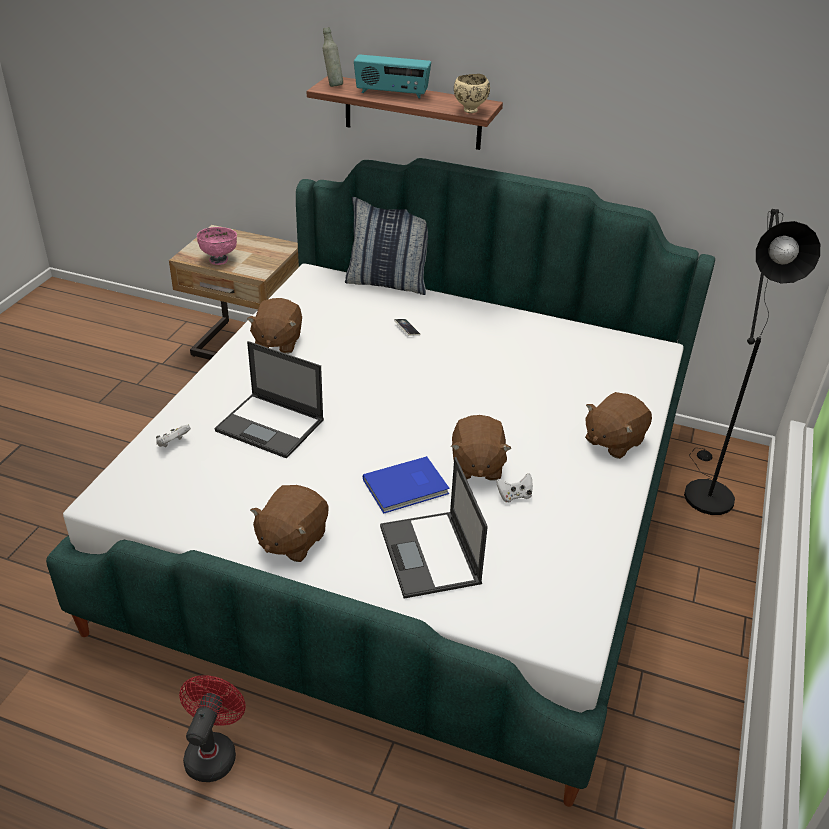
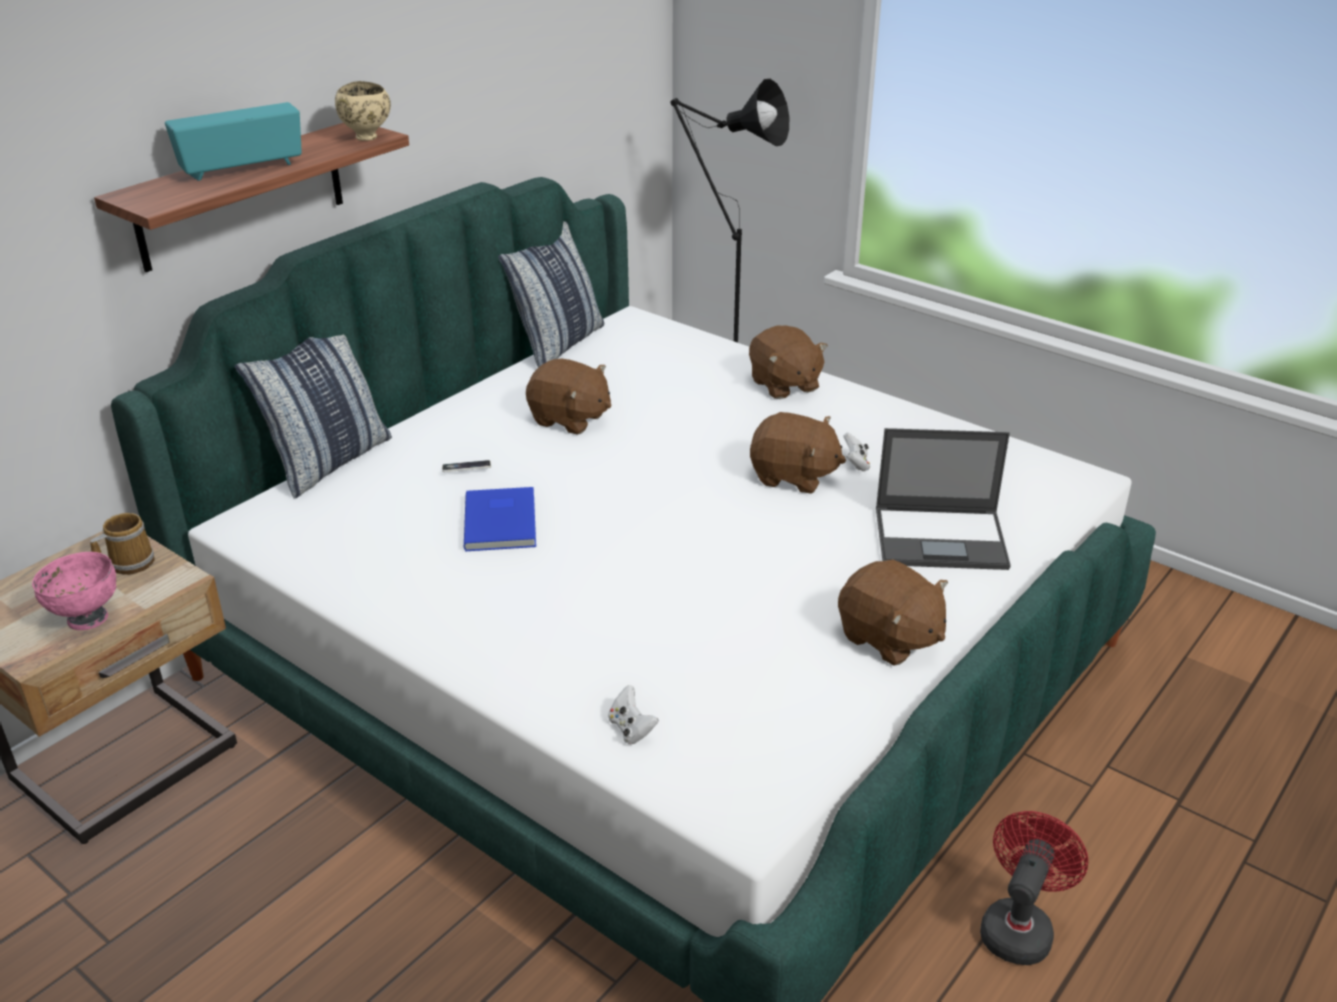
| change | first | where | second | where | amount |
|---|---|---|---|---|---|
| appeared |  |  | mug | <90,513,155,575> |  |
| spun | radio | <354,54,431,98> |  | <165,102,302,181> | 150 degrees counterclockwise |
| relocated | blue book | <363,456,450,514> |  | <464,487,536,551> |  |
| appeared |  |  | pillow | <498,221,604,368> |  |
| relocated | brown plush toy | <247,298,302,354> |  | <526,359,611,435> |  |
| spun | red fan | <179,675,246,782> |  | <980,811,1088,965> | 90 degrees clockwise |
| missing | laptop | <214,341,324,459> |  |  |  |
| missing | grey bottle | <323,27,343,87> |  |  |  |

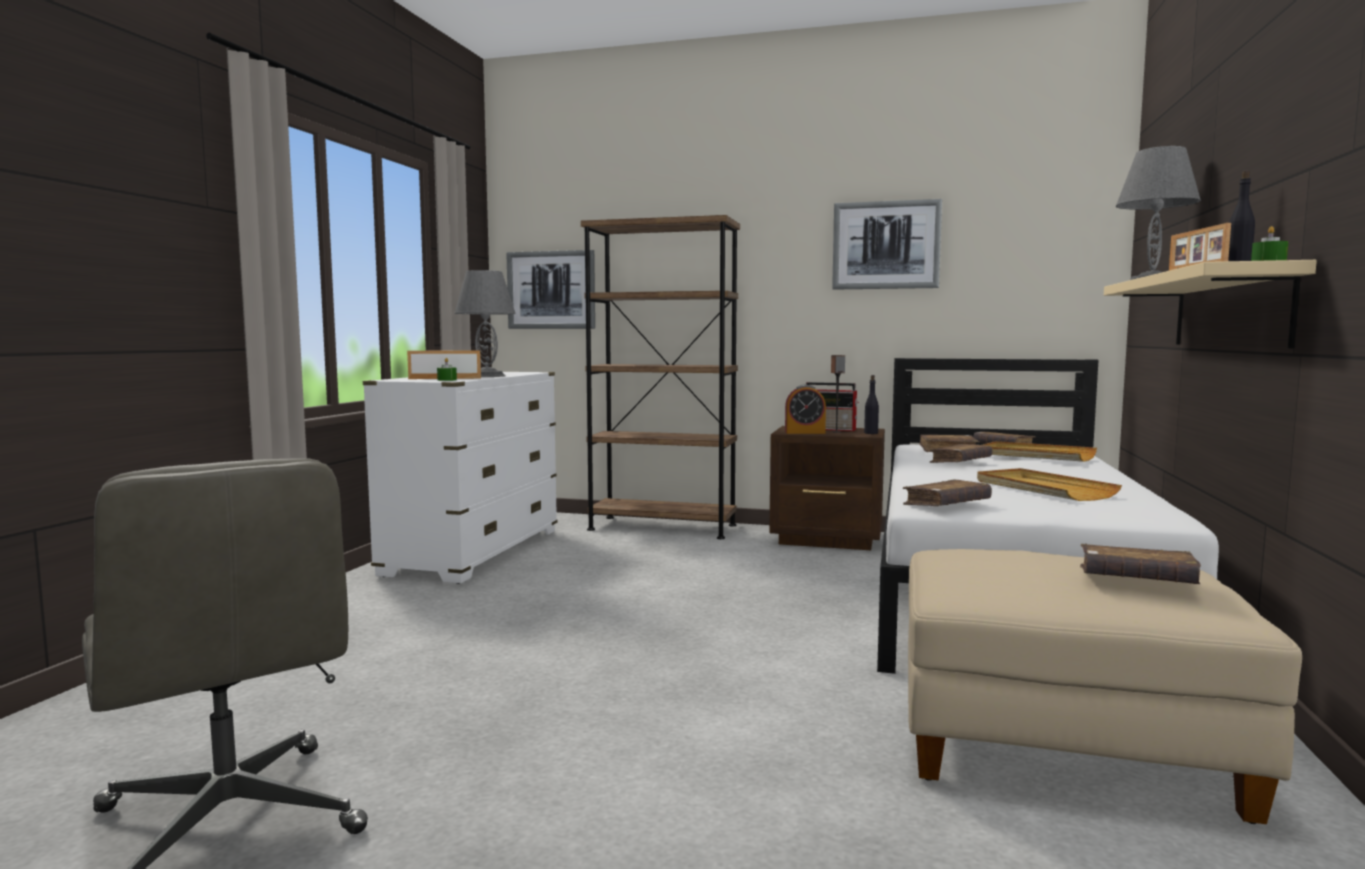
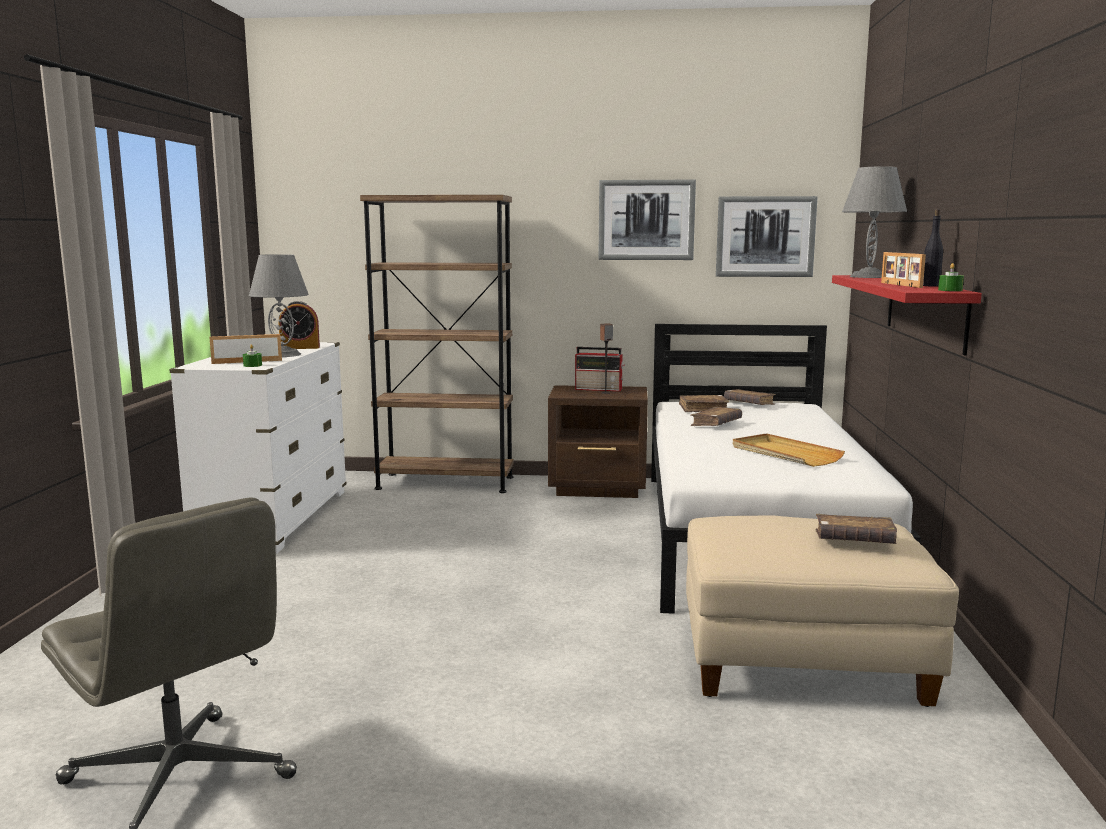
| change | first | where | second | where | amount |
|---|---|---|---|---|---|
| relocated | alarm clock | <785,384,826,434> |  | <278,301,320,349> |  |
| relocated | picture | <506,250,595,329> |  | <716,196,818,277> |  |
| colour | beige shelf | <1104,260,1317,348> | red shelf | <832,275,982,355> |  |
| missing | black bottle | <864,375,879,434> |  |  |  |
| missing | brown book | <903,479,992,506> |  |  |  |
| missing | beige tray | <983,441,1097,462> |  |  |  |

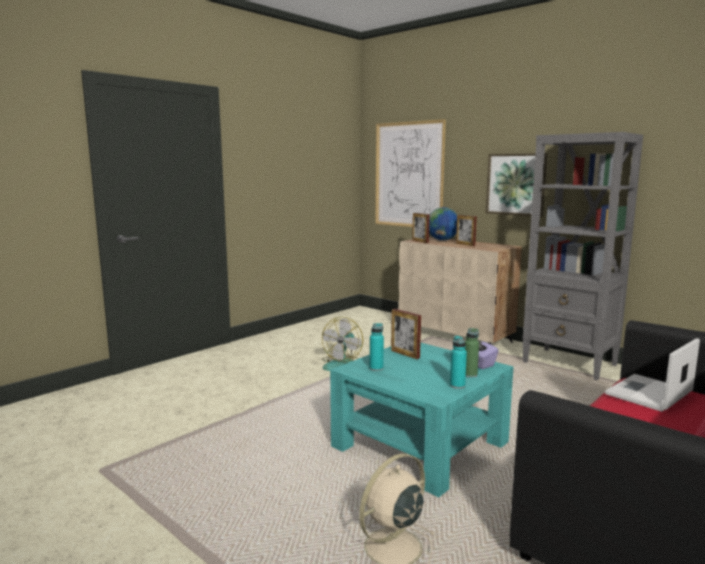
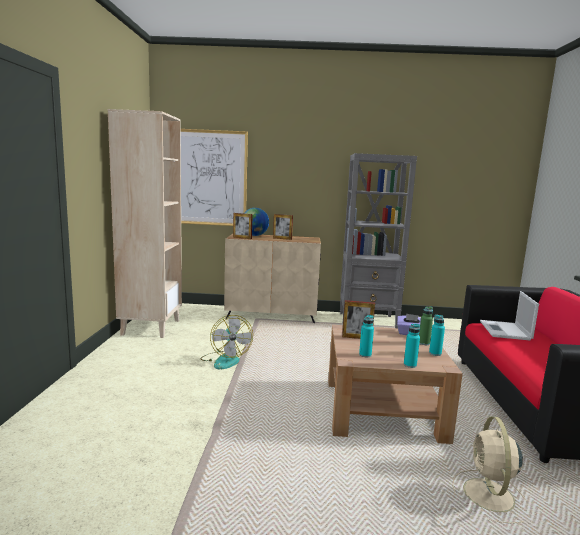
| change | first | where | second | where | amount |
|---|---|---|---|---|---|
| appeared |  |  | beige bookcase | <108,109,182,338> |  |
| colour | turquoise coffee table | <330,342,514,497> | brown coffee table | <328,325,463,444> |  |
| appeared |  |  | turquoise bottle | <404,324,420,368> |  |
| missing | picture | <486,153,547,217> |  |  |  |

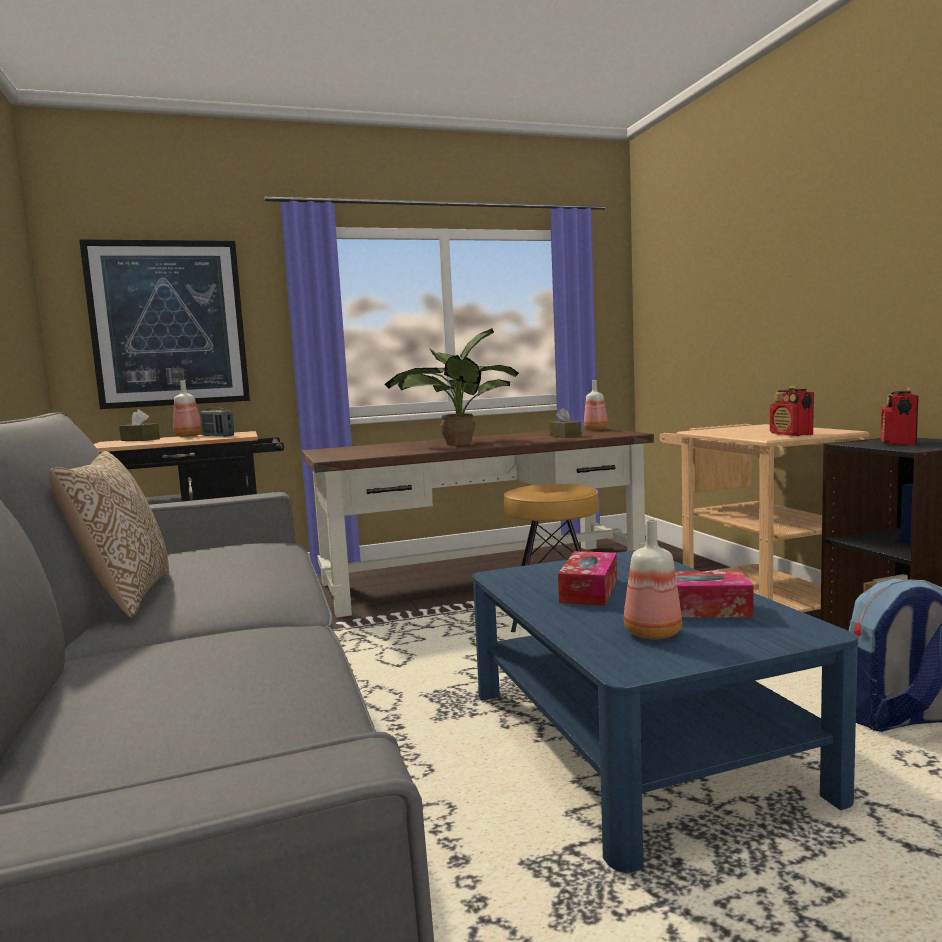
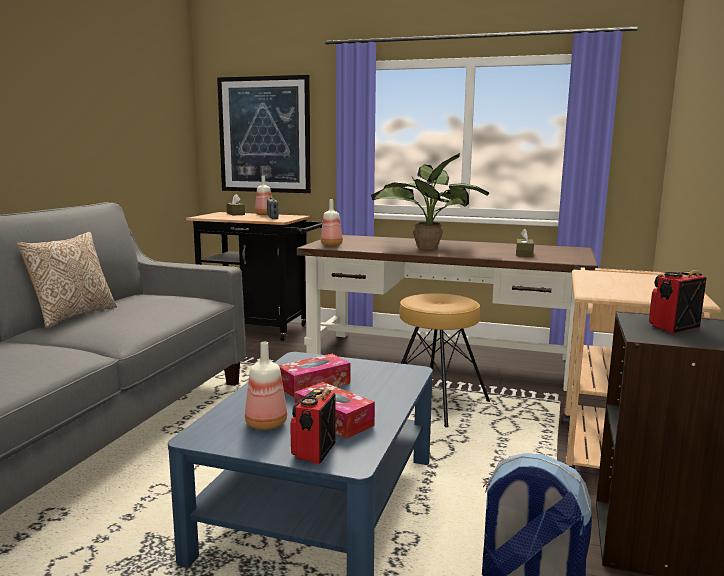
| change | first | where | second | where | amount |
|---|---|---|---|---|---|
| relocated | radio | <770,386,814,436> |  | <290,389,335,464> |  |
| relocated | bottle | <584,380,608,430> |  | <321,200,343,246> |  |

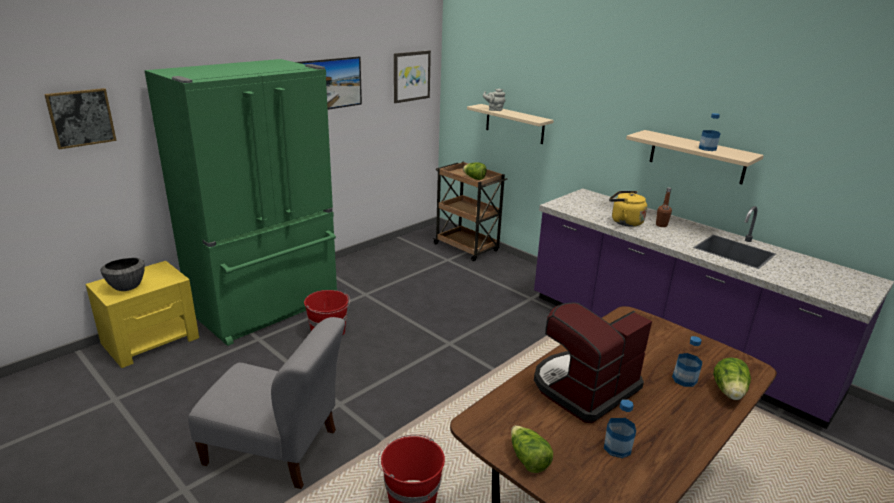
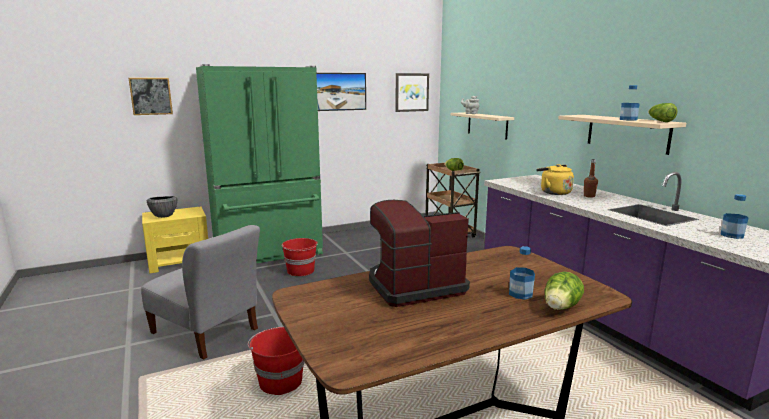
| change | first | where | second | where | amount |
|---|---|---|---|---|---|
| relocated | lettuce | <511,425,553,473> |  | <648,103,678,122> |  |
| relocated | bottle | <604,400,636,458> |  | <720,194,749,239> |  |

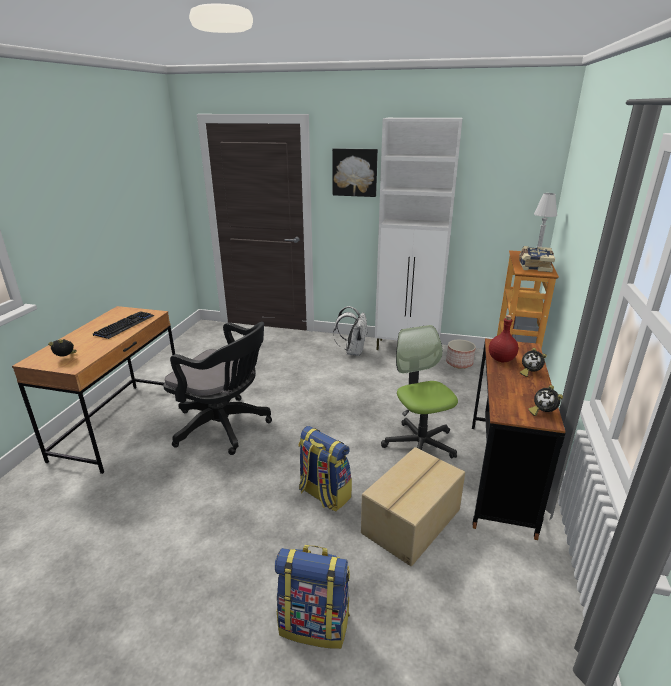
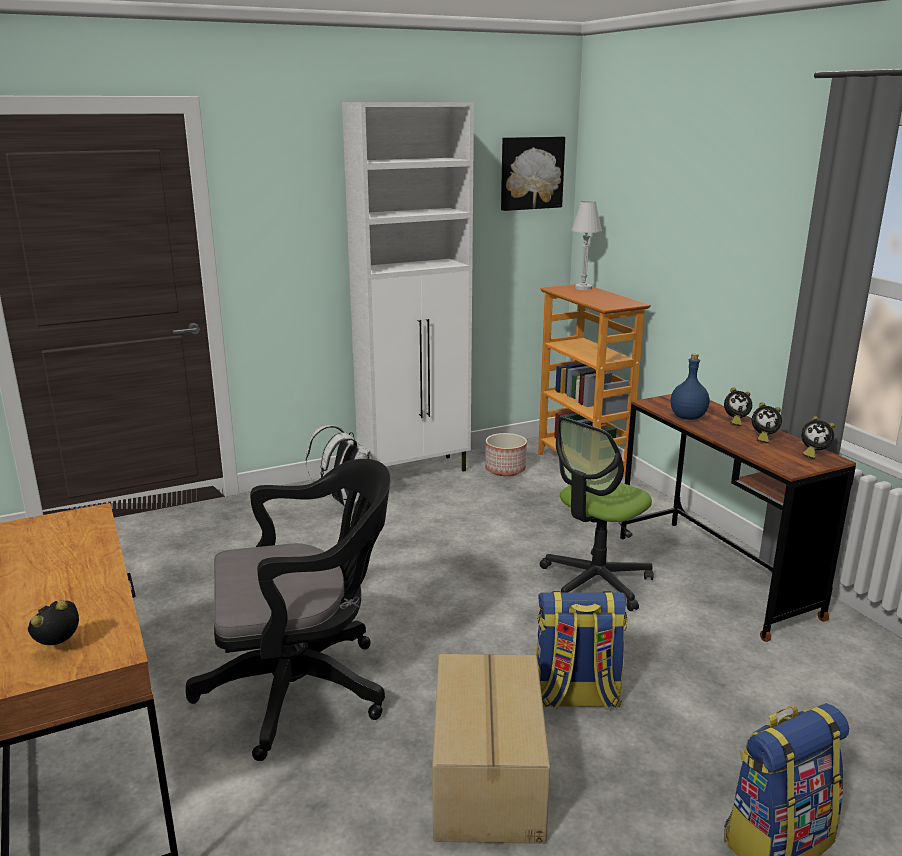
| change | first | where | second | where | amount |
|---|---|---|---|---|---|
| relocated | cardboard box | <361,447,465,566> |  | <432,654,550,844> |  |
| relocated | picture | <332,148,378,197> |  | <501,136,565,211> |  |
| spun | office chair | <381,325,458,459> |  | <540,416,654,611> | 75 degrees counterclockwise |
| colour | red bottle | <489,315,518,363> | blue bottle | <671,354,709,420> |  |
| appeared |  |  | alarm clock | <752,402,782,443> |  |
| missing | keyboard | <93,311,154,339> |  |  |  |
| missing | book | <519,246,555,272> |  |  |  |

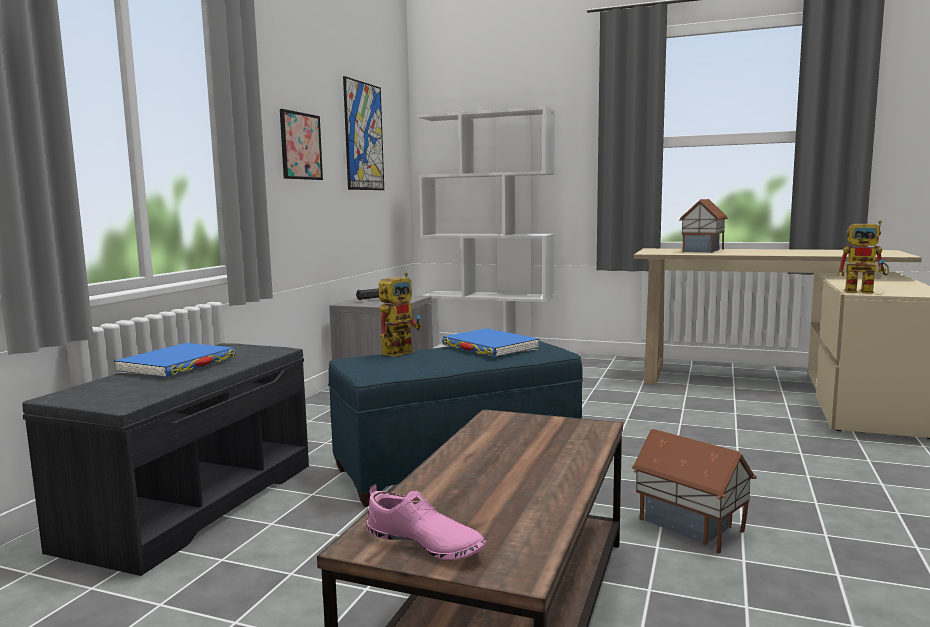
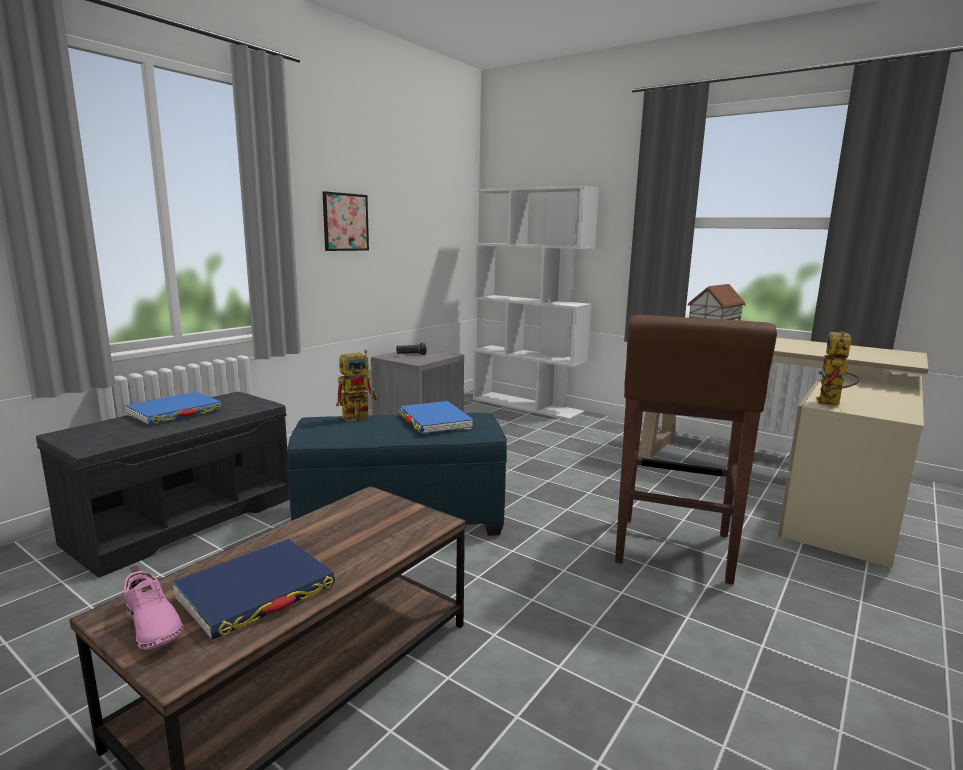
| change | first | where | second | where | amount |
|---|---|---|---|---|---|
| appeared |  |  | blue book | <172,539,335,640> |  |
| appeared |  |  | brown stool | <615,315,777,585> |  |
| spun | toy robot | <837,220,889,294> |  | <816,332,860,406> | 75 degrees clockwise |
| missing | picture | <343,76,384,190> |  |  |  |
| missing | toy house | <631,429,757,553> |  |  |  |

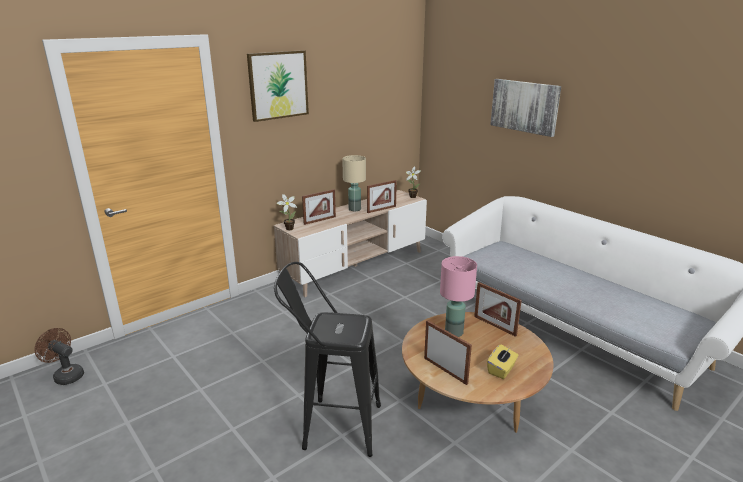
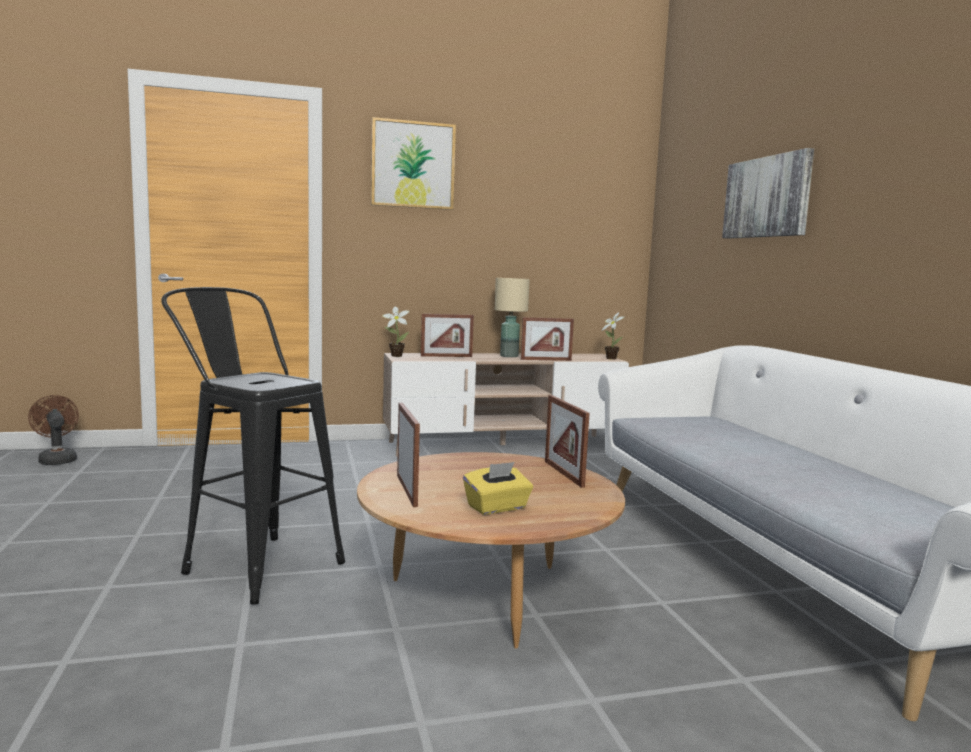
| change | first | where | second | where | amount |
|---|---|---|---|---|---|
| missing | pink table lamp | <440,256,477,337> |  |  |  |

